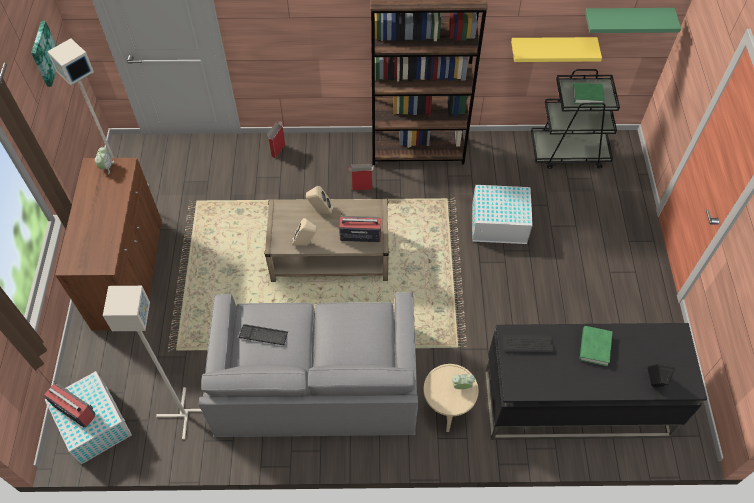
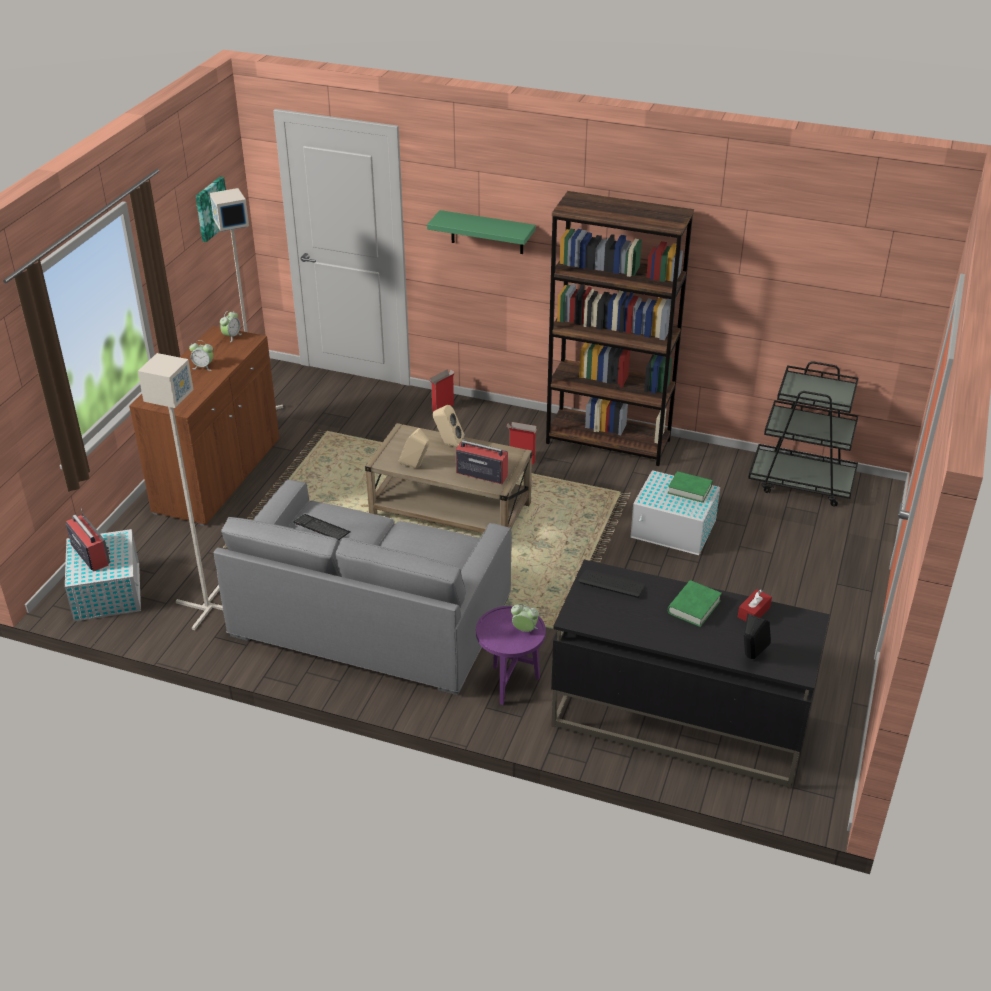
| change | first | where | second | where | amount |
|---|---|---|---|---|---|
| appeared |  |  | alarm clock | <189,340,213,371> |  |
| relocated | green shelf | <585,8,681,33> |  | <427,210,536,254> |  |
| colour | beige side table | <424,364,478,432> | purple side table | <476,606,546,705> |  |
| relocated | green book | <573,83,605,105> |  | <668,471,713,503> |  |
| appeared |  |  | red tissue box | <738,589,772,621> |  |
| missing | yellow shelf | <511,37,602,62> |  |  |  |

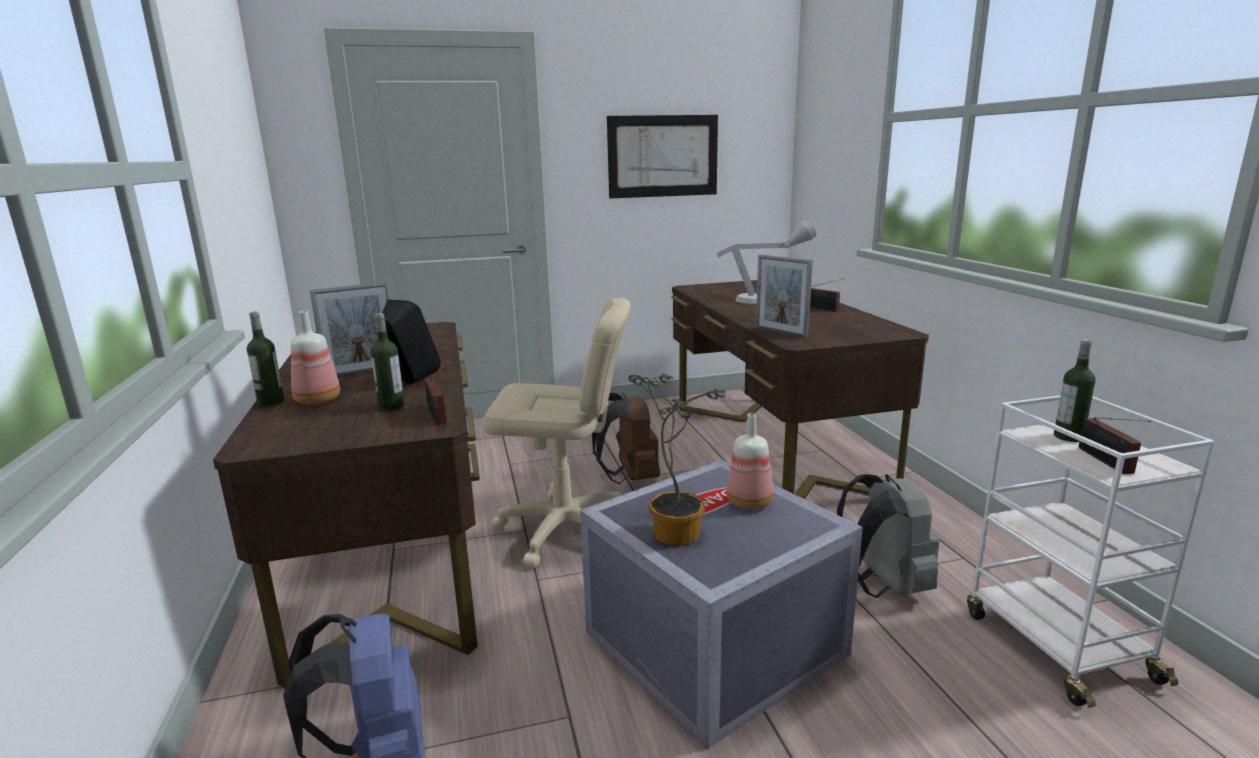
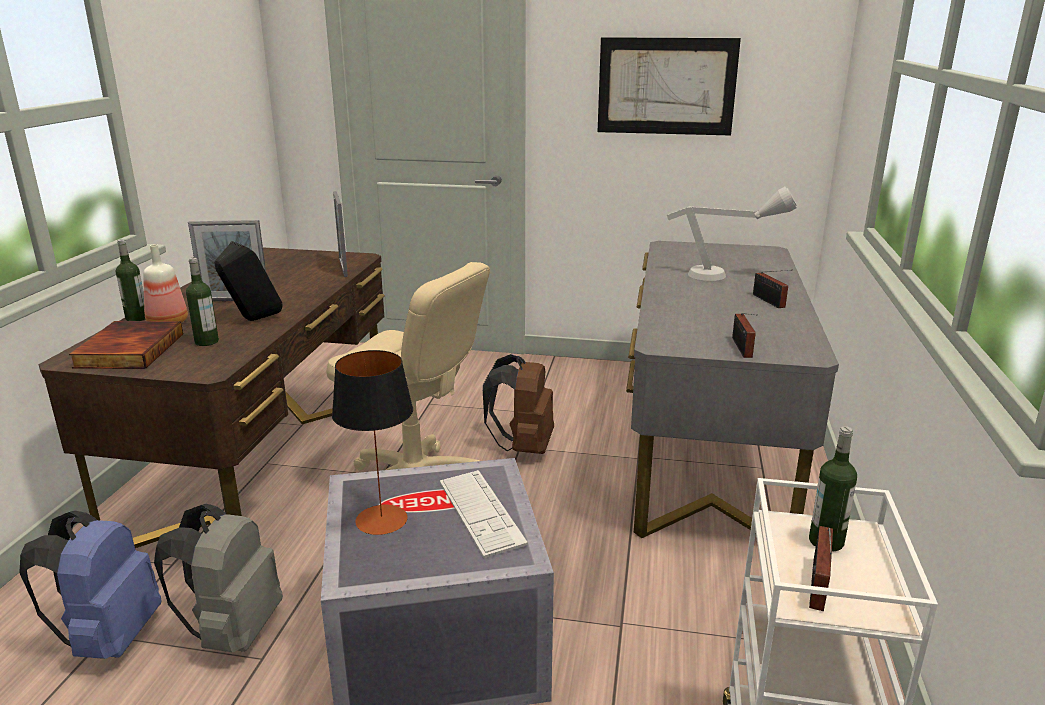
| change | first | where | second | where | amount |
|---|---|---|---|---|---|
| appeared |  |  | book | <69,321,183,369> |  |
| relocated | grey backpack | <837,474,939,598> |  | <154,504,283,652> |  |
| exchanged | potted plant | <629,374,726,546> | table lamp | <332,350,413,535> |  |
| relocated | picture frame | <756,255,813,338> |  | <333,191,348,277> |  |
| exchanged | bottle | <726,413,773,510> | keyboard | <440,470,528,558> |  |
| colour | brown desk | <671,280,929,499> | grey desk | <626,241,839,538> |  |
| relocated | radio | <424,374,446,425> |  | <732,313,758,358> |  |

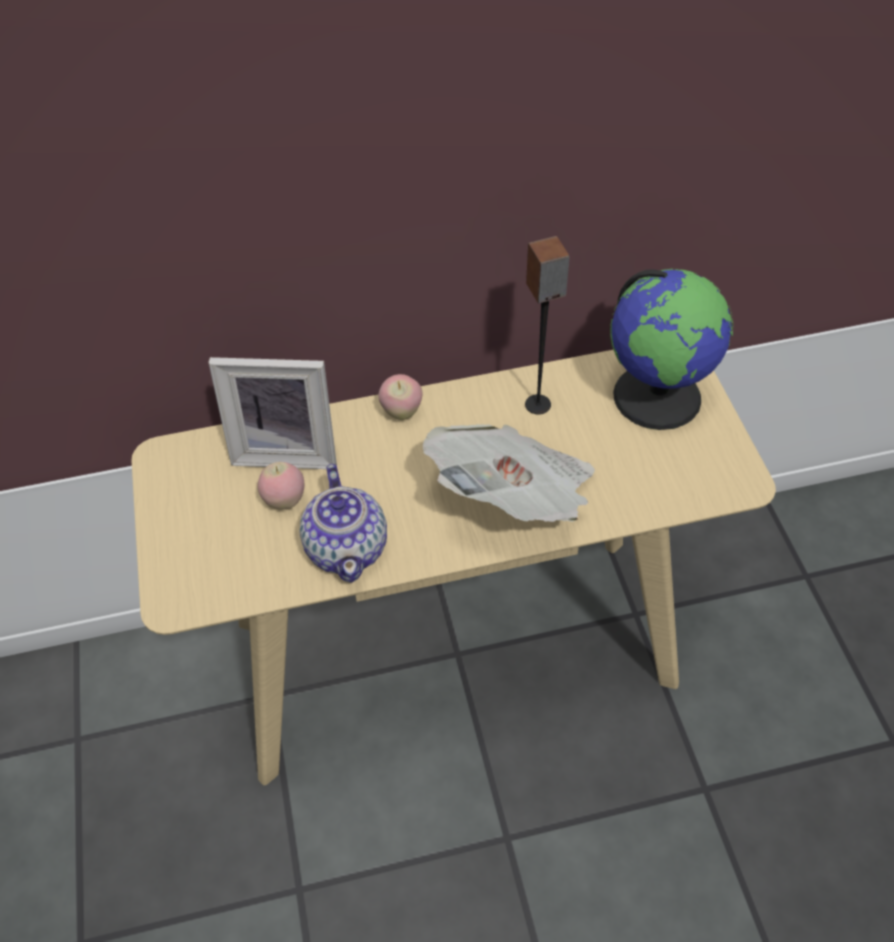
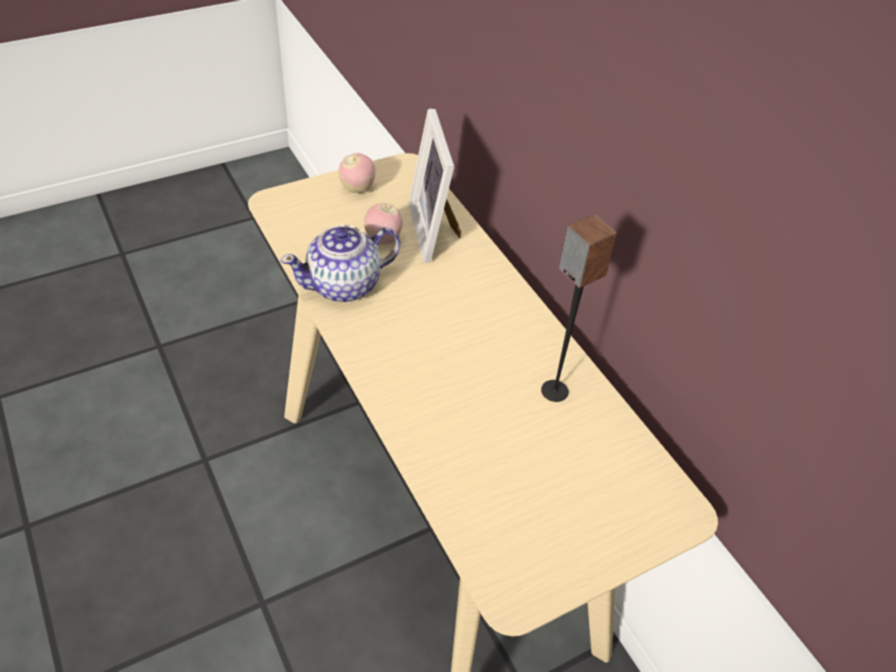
| change | first | where | second | where | amount |
|---|---|---|---|---|---|
| relocated | apple | <378,374,423,420> |  | <338,153,376,193> |  |
| missing | newspaper | <423,424,595,522> |  |  |  |
| missing | globe | <610,269,733,430> |  |  |  |

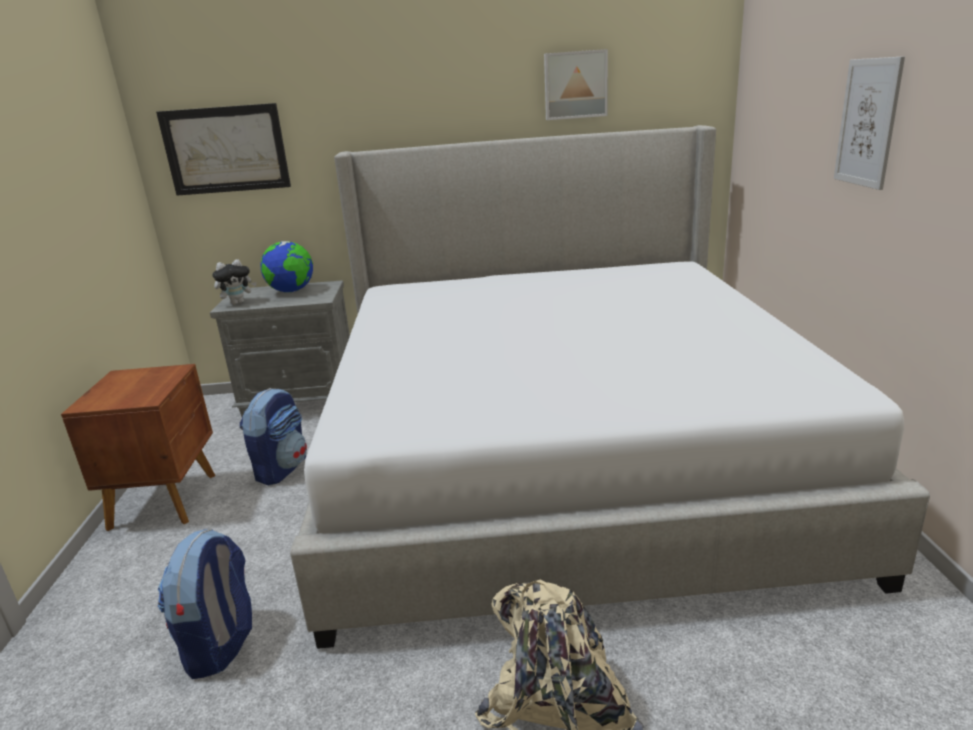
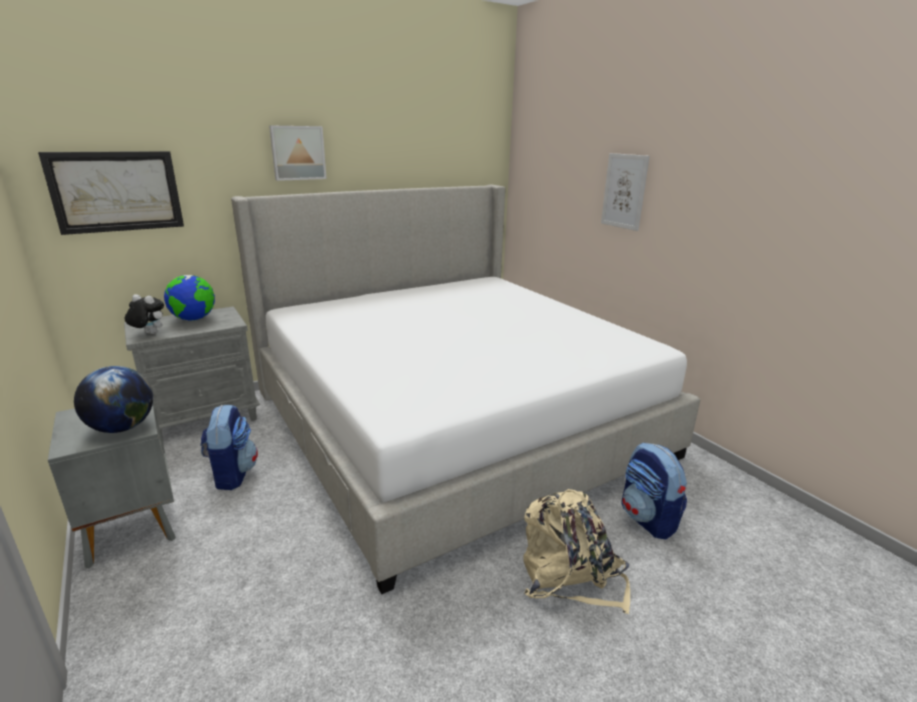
| change | first | where | second | where | amount |
|---|---|---|---|---|---|
| colour | brown nightstand | <61,364,215,531> | grey nightstand | <48,403,176,568> |  |
| appeared |  |  | globe | <74,366,153,433> |  |
| spun | plush toy | <212,259,257,305> |  | <125,294,164,334> | 105 degrees counterclockwise |
| relocated | picture | <544,49,608,120> |  | <269,125,327,181> |  |
| relocated | backpack | <158,528,252,679> |  | <621,442,687,540> |  |

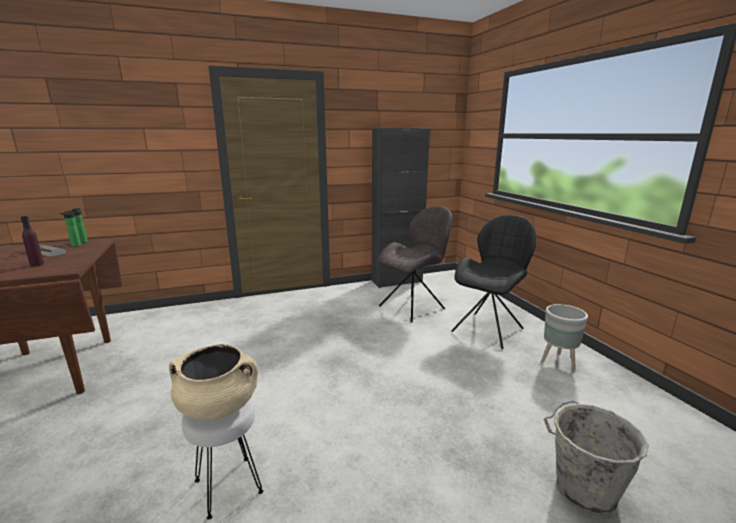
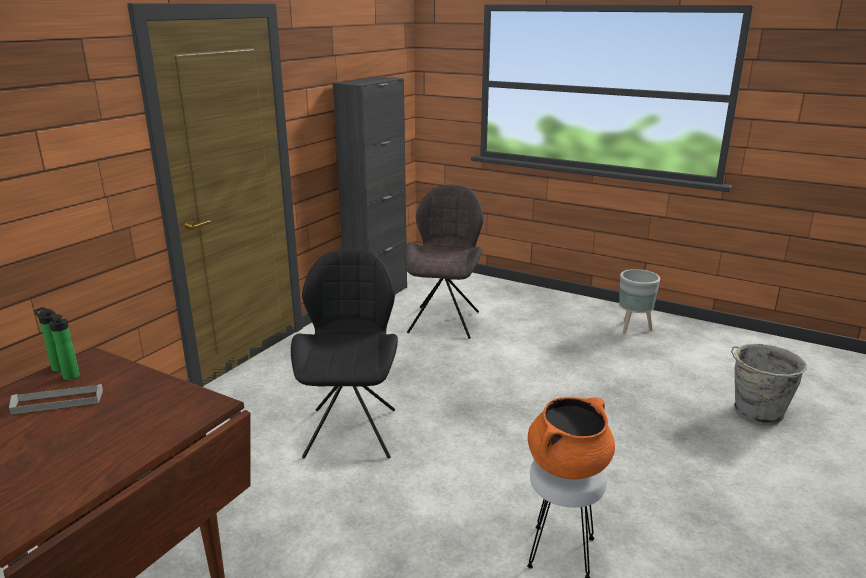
| change | first | where | second | where | amount |
|---|---|---|---|---|---|
| relocated | black chair | <451,215,536,349> |  | <291,248,398,459> |  |
| colour | beige cooking pot | <169,344,258,420> | orange cooking pot | <528,397,615,480> |  |
| missing | purple bottle | <21,216,44,267> |  |  |  |

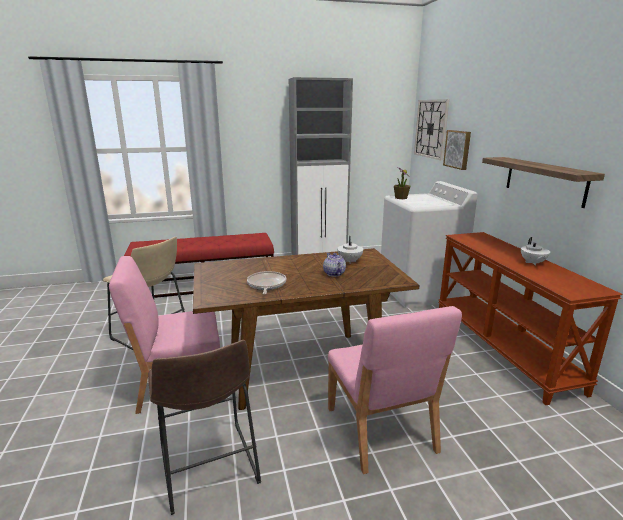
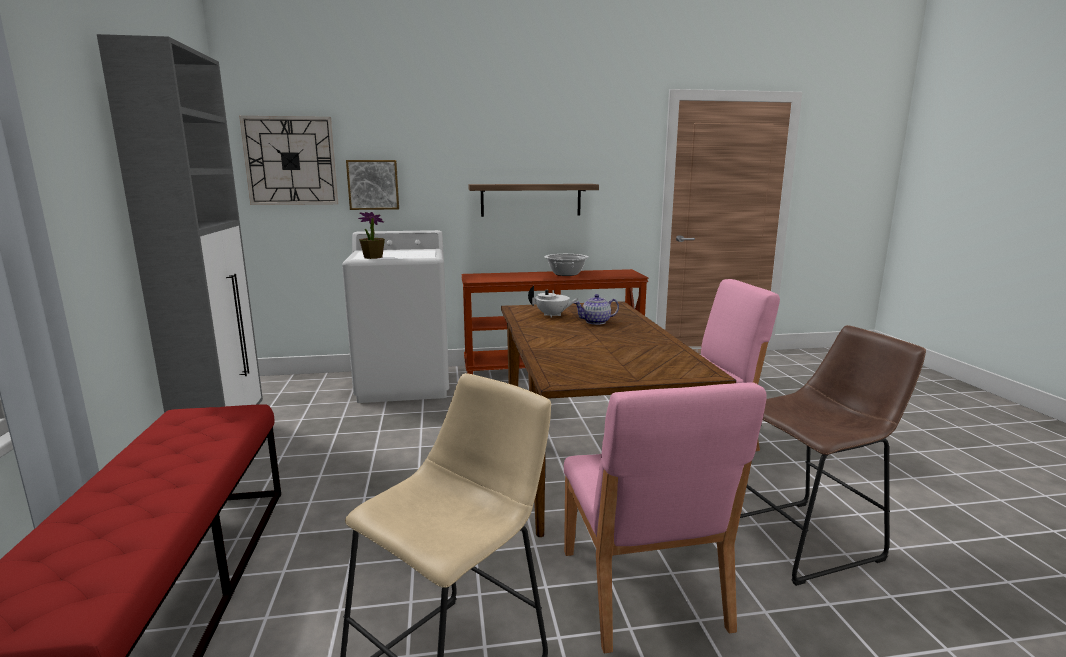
| change | first | where | second | where | amount |
|---|---|---|---|---|---|
| exchanged | white teapot | <521,237,550,266> | cooking pot | <545,254,589,276> |  |
| missing | frying pan | <247,271,286,295> |  |  |  |

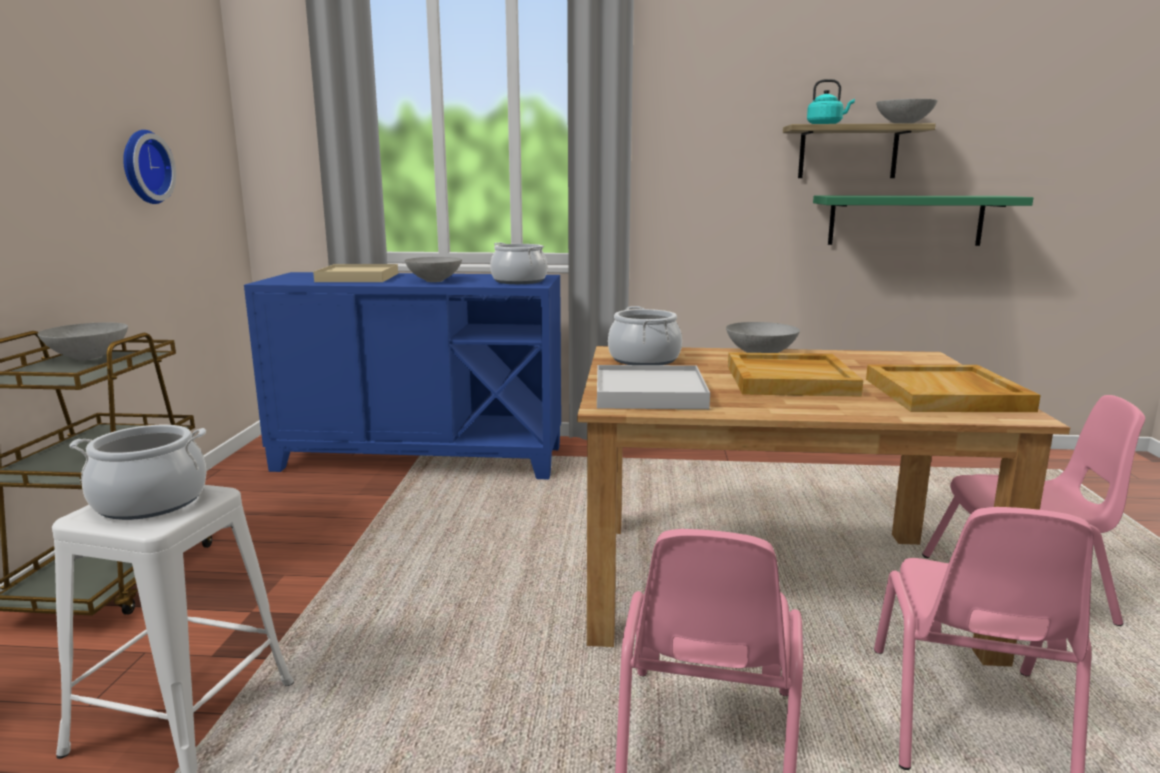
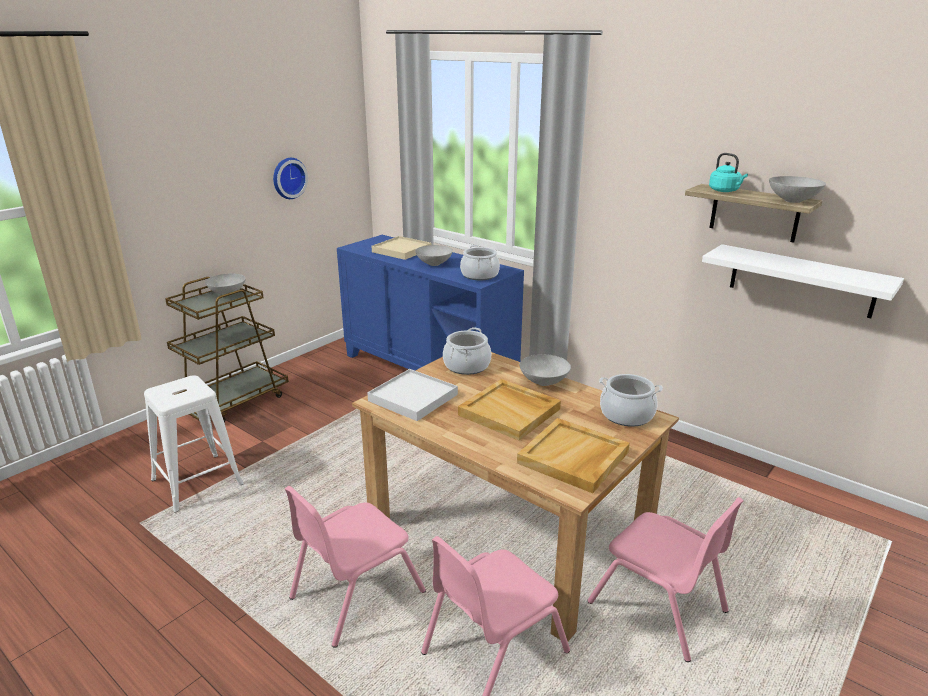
| change | first | where | second | where | amount |
|---|---|---|---|---|---|
| relocated | cooking pot | <70,425,207,520> |  | <599,374,663,426> |  |
| colour | green shelf | <813,195,1034,246> | white shelf | <702,244,904,318> |  |

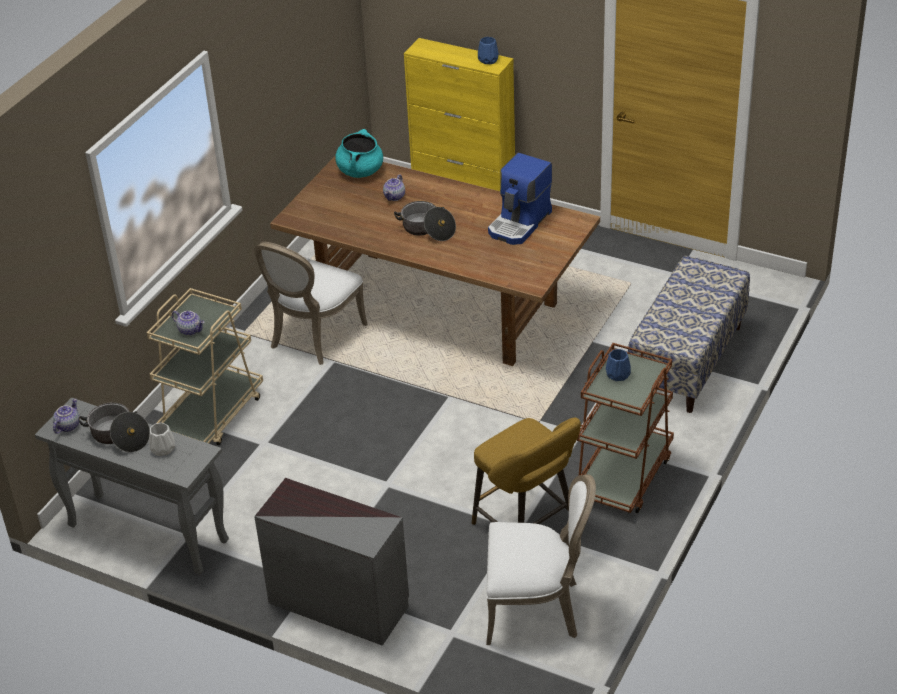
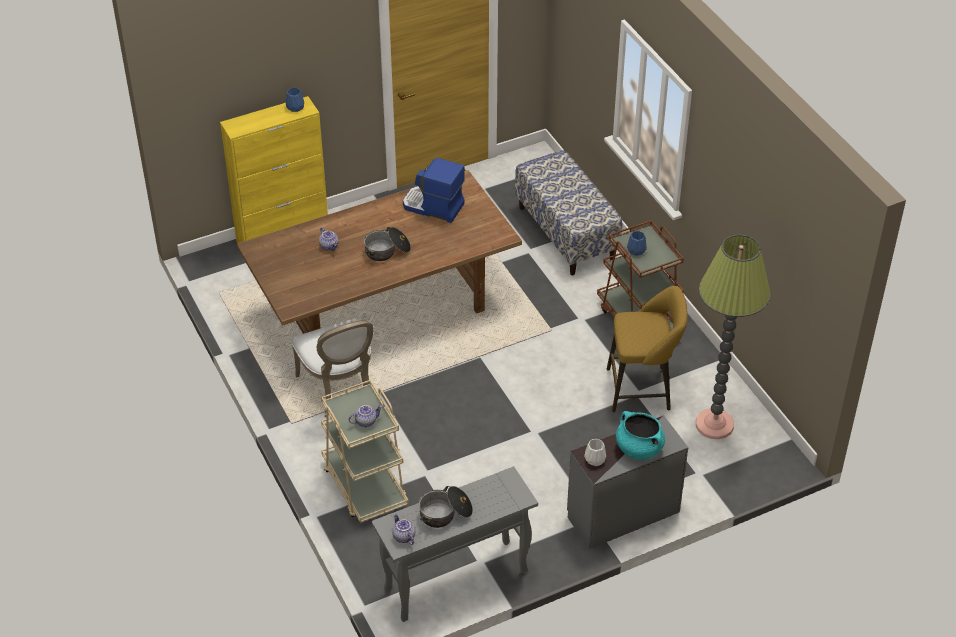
| change | first | where | second | where | amount |
|---|---|---|---|---|---|
| spun | coffee machine | <488,153,552,245> |  | <403,158,465,223> | 135 degrees clockwise |
| relocated | white vase | <149,423,175,456> |  | <584,439,606,466> |  |
| relocated | turquoise cooking pot | <335,129,383,178> |  | <616,411,665,460> |  |
| exchanged | white chair | <486,474,596,645> | floor lamp | <696,235,770,439> |  |

